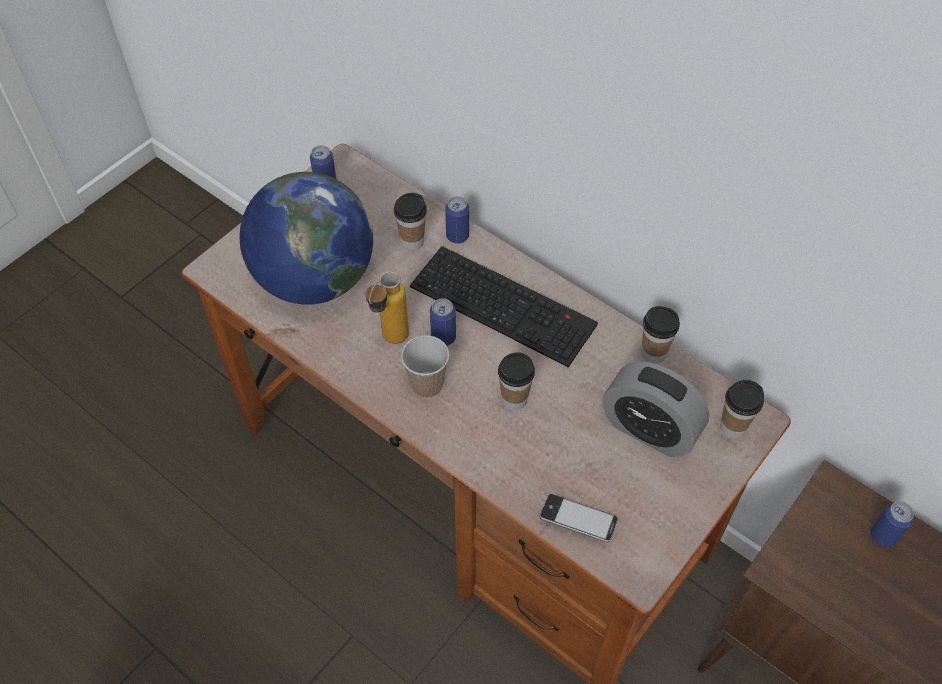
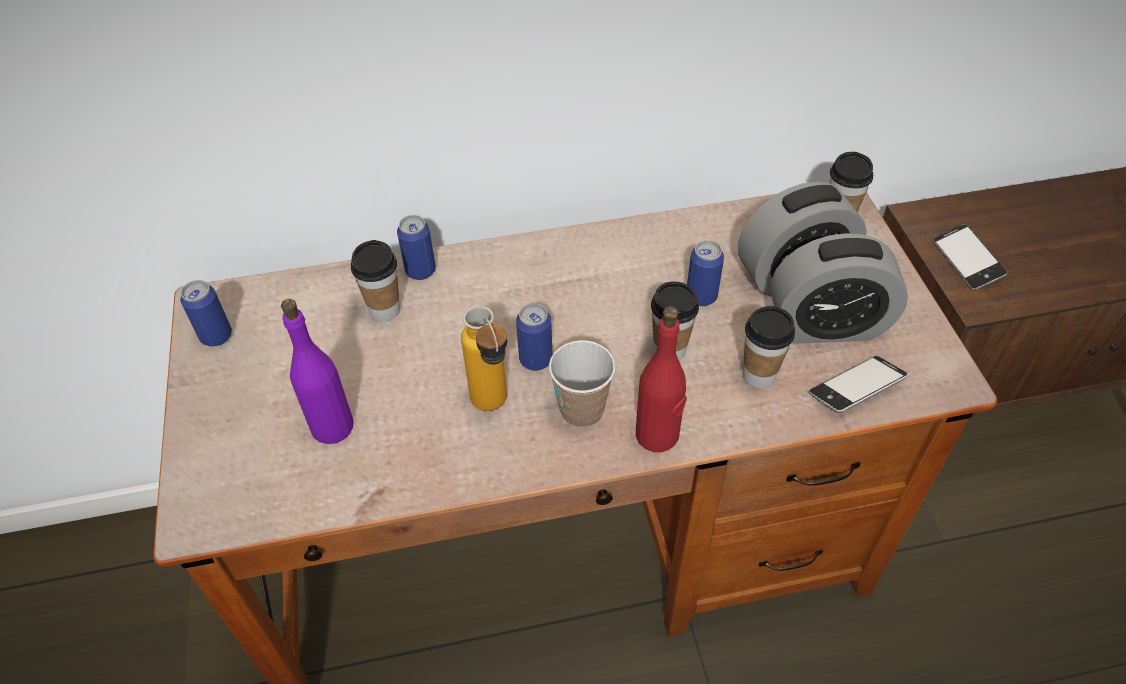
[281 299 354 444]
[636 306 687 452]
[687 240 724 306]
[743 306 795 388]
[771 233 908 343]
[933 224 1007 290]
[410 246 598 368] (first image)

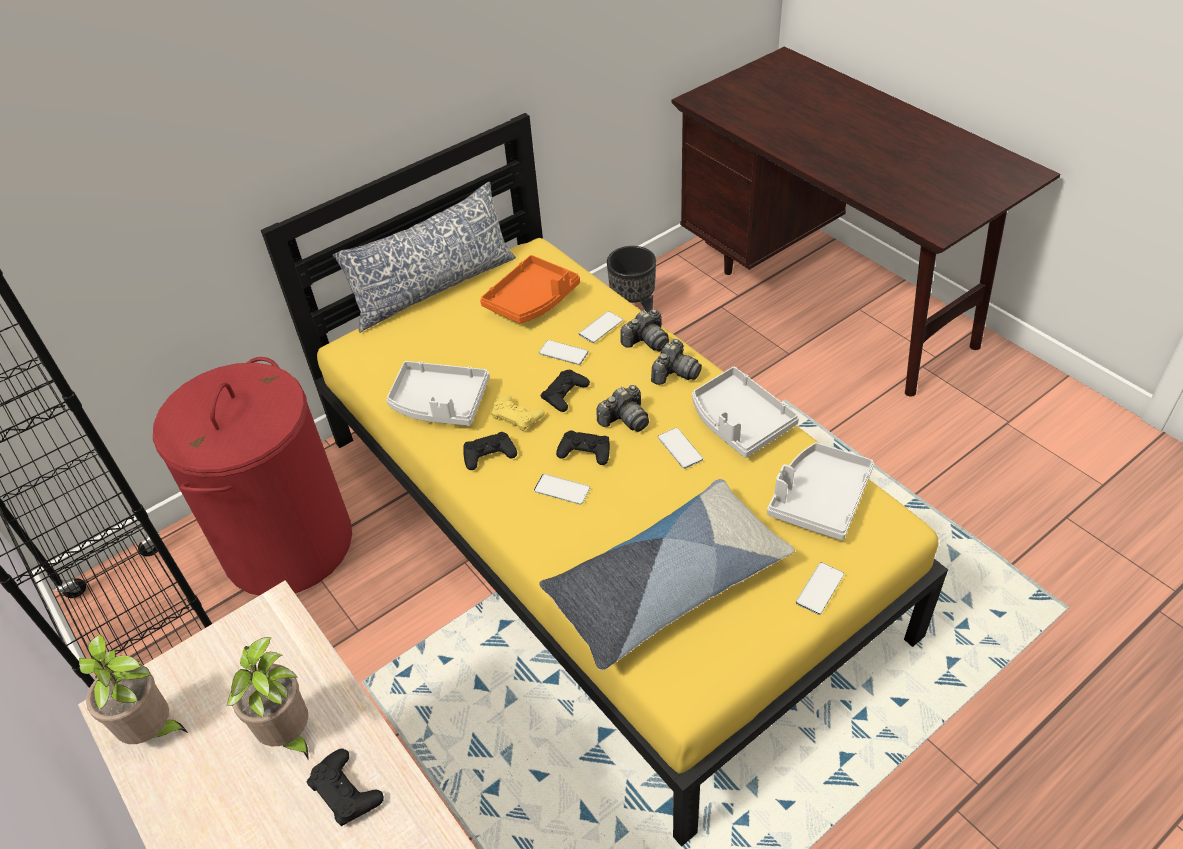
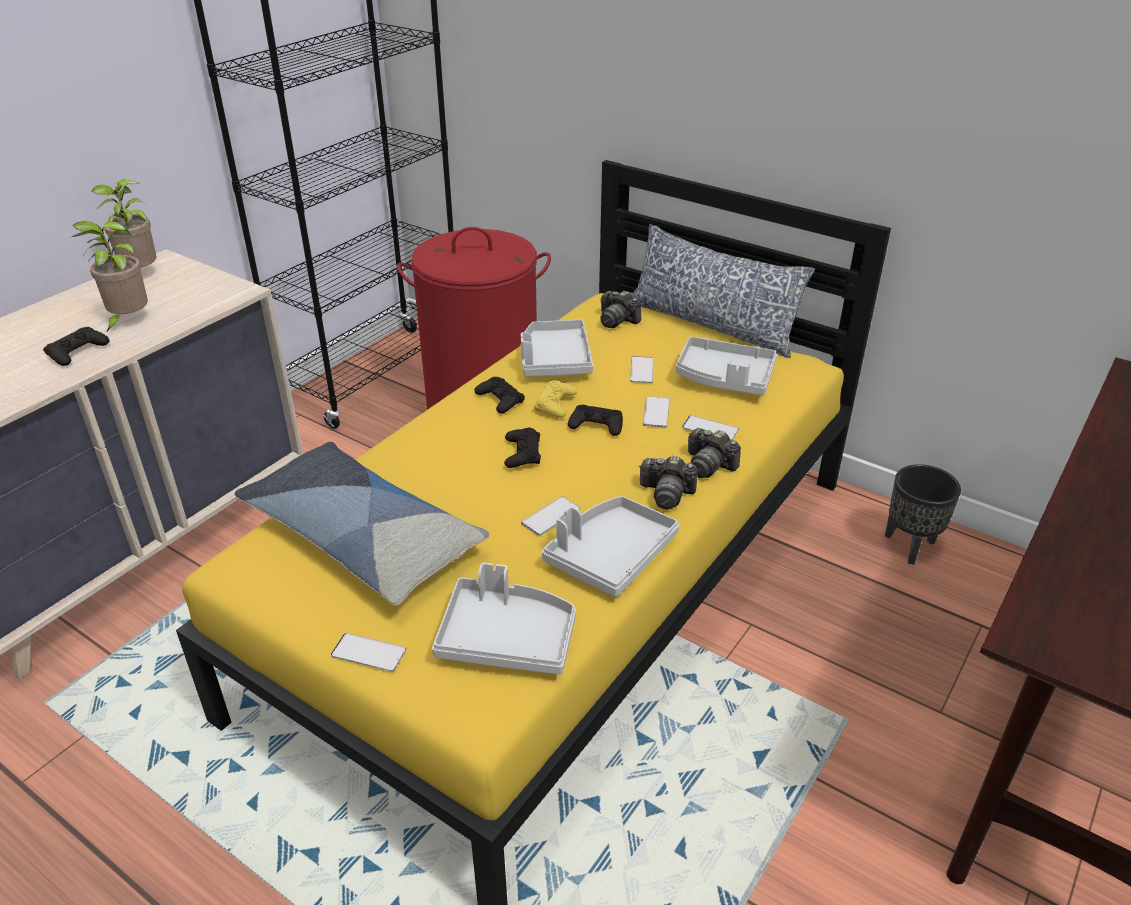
[600 290 641 328]
[630 356 653 383]
[676 336 777 396]

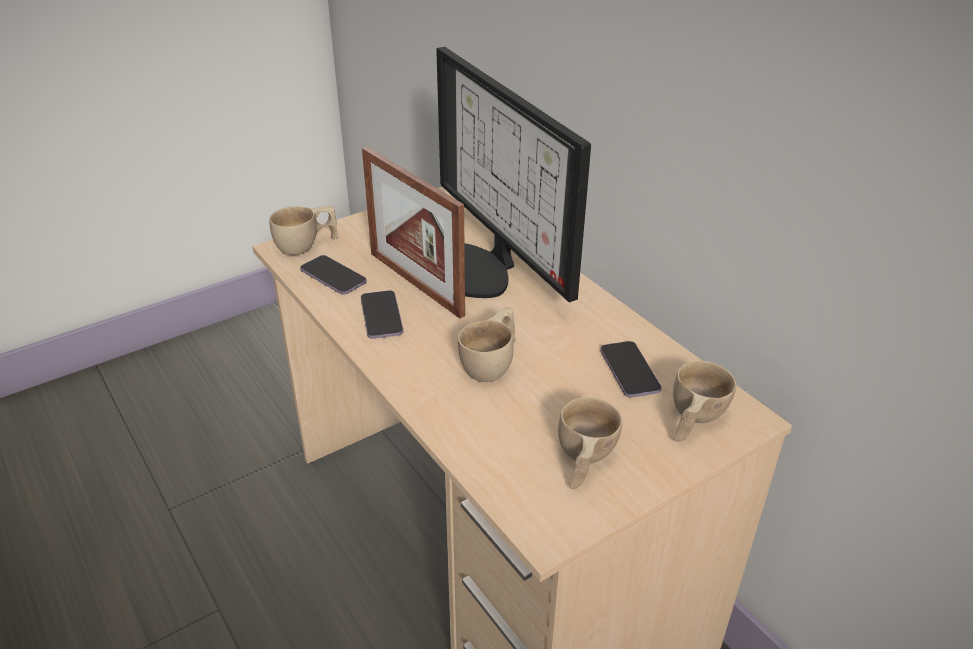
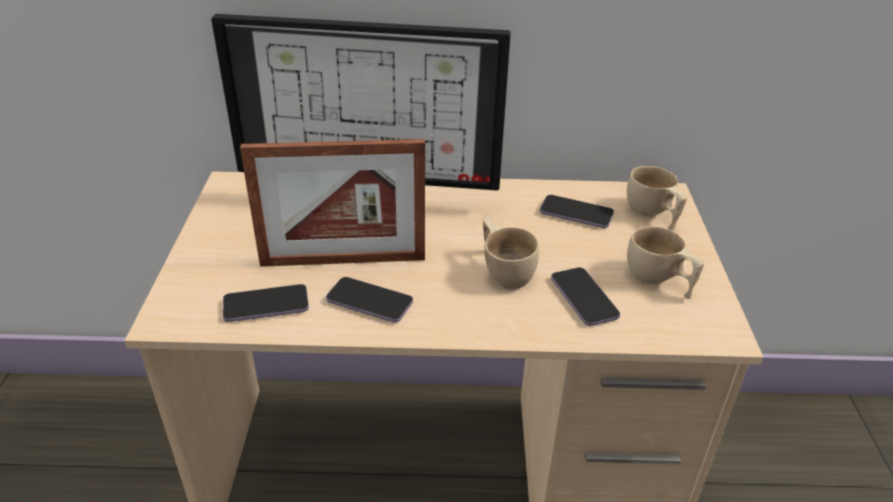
[551 267 620 326]
[269 205 339 255] (first image)

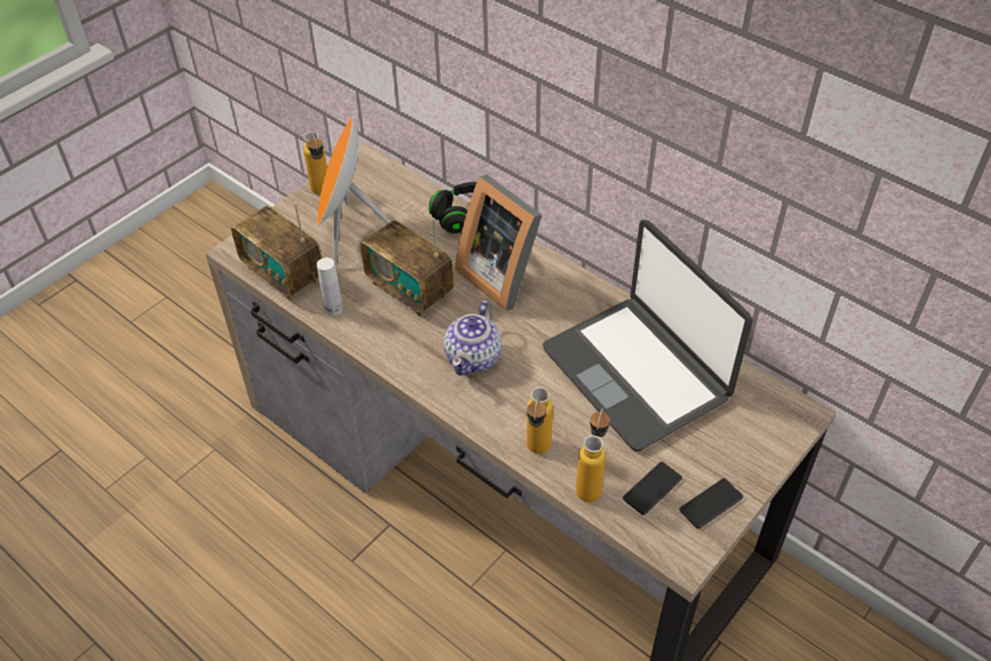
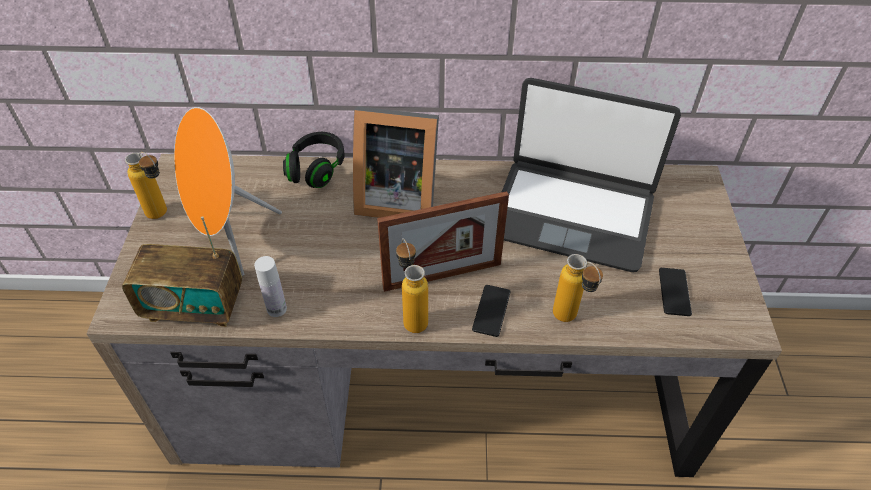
[377 191 509 292]
[396 238 428 333]
[472 285 510 337]
[360 218 455 317] (first image)

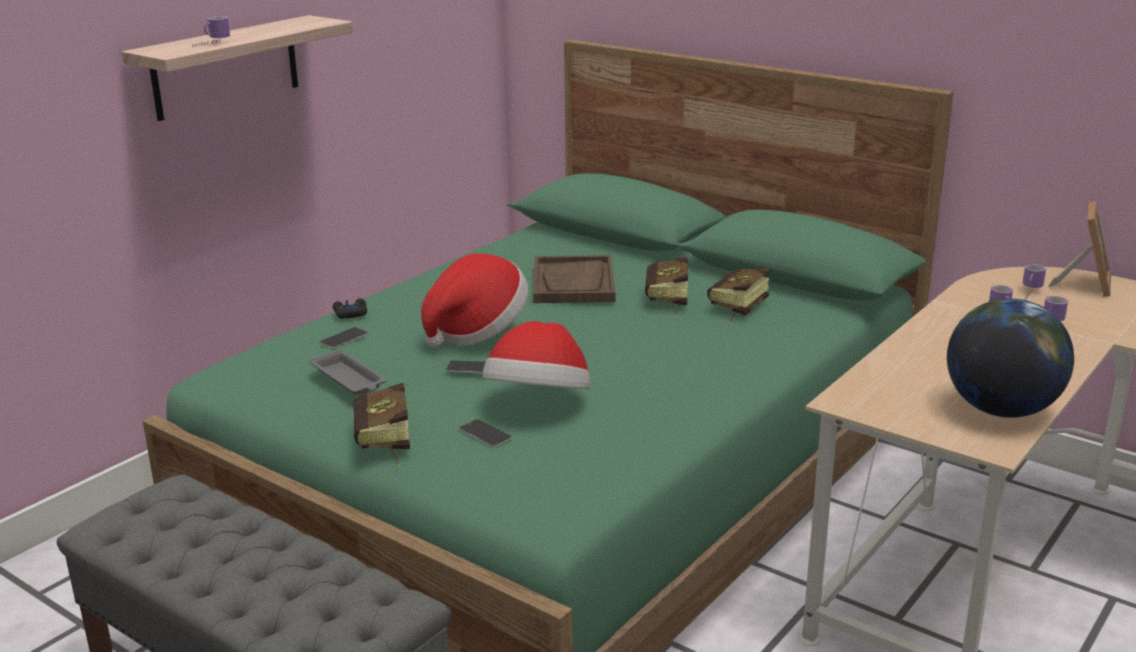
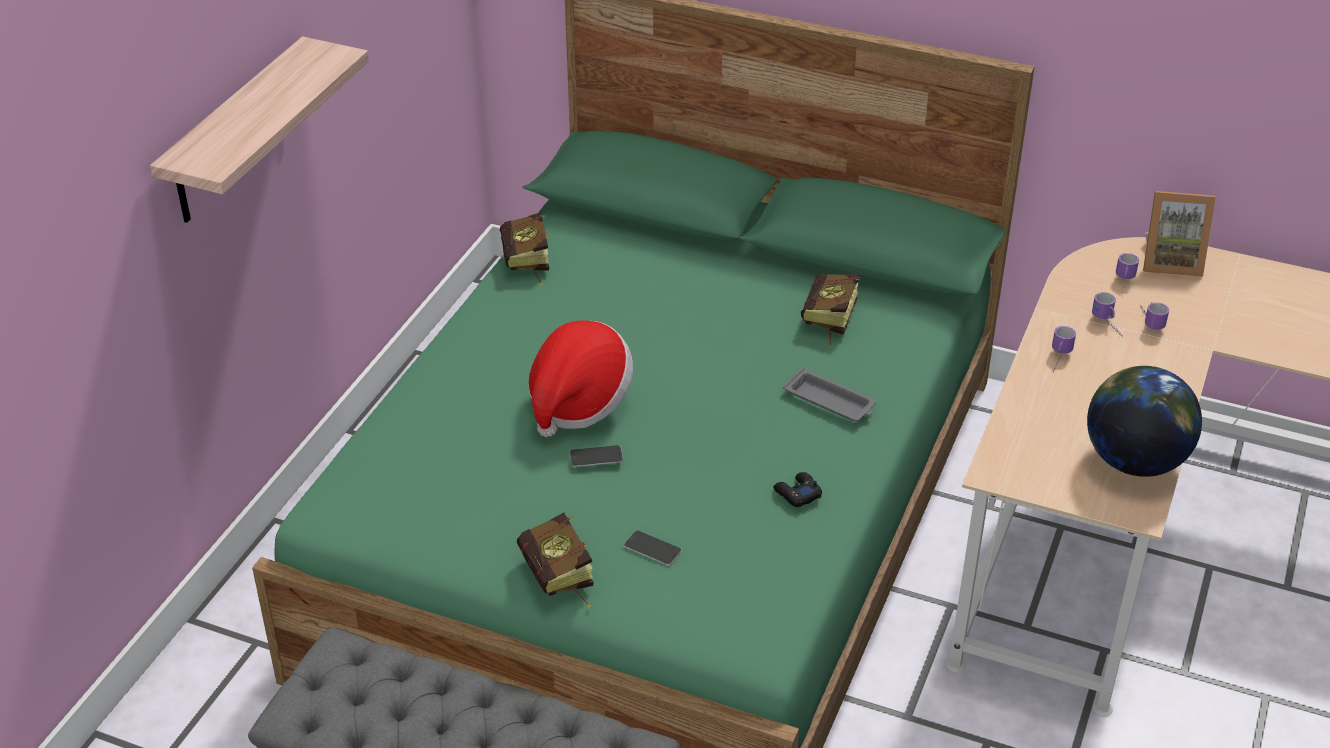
[500 212 549 286]
[773 472 822 507]
[783 368 876 421]
[1052 326 1076 372]
[1143 191 1216 277]
[319 327 369 349] (first image)
[482 321 590 389] (first image)
[533 255 615 303] (first image)

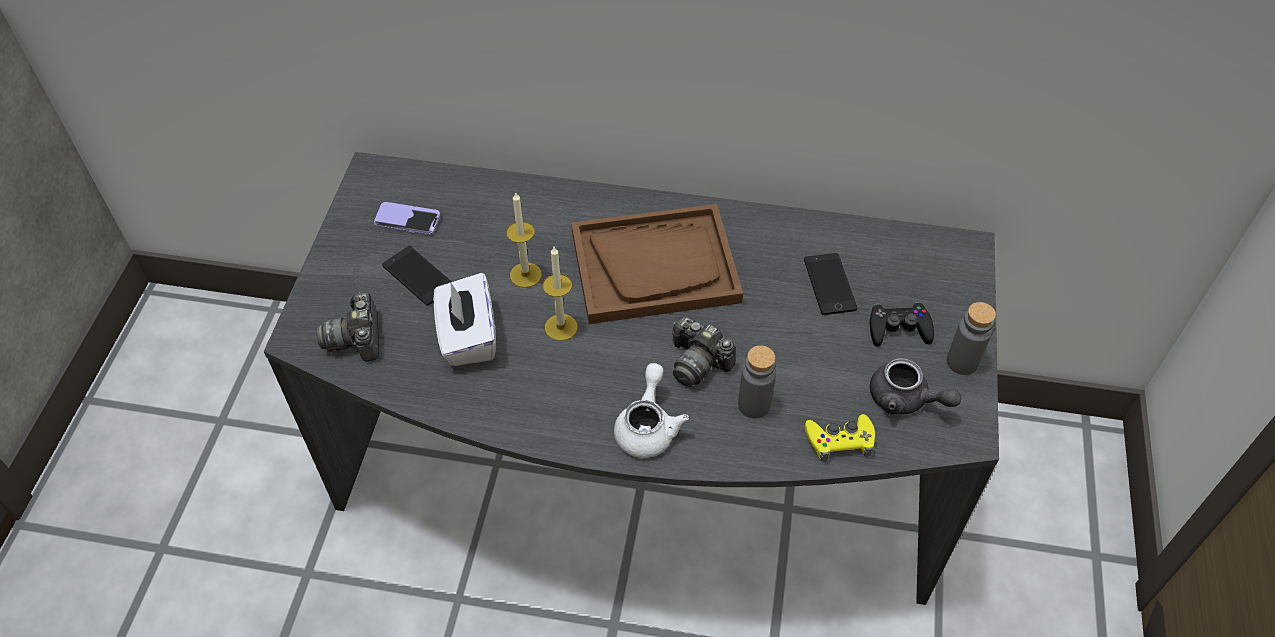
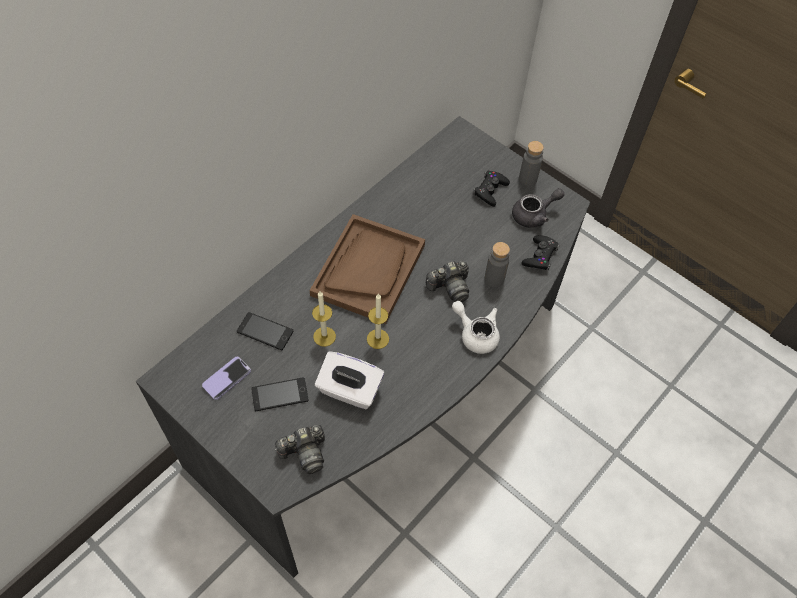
[237 312 293 350]
[275 425 325 474]
[521 235 560 270]

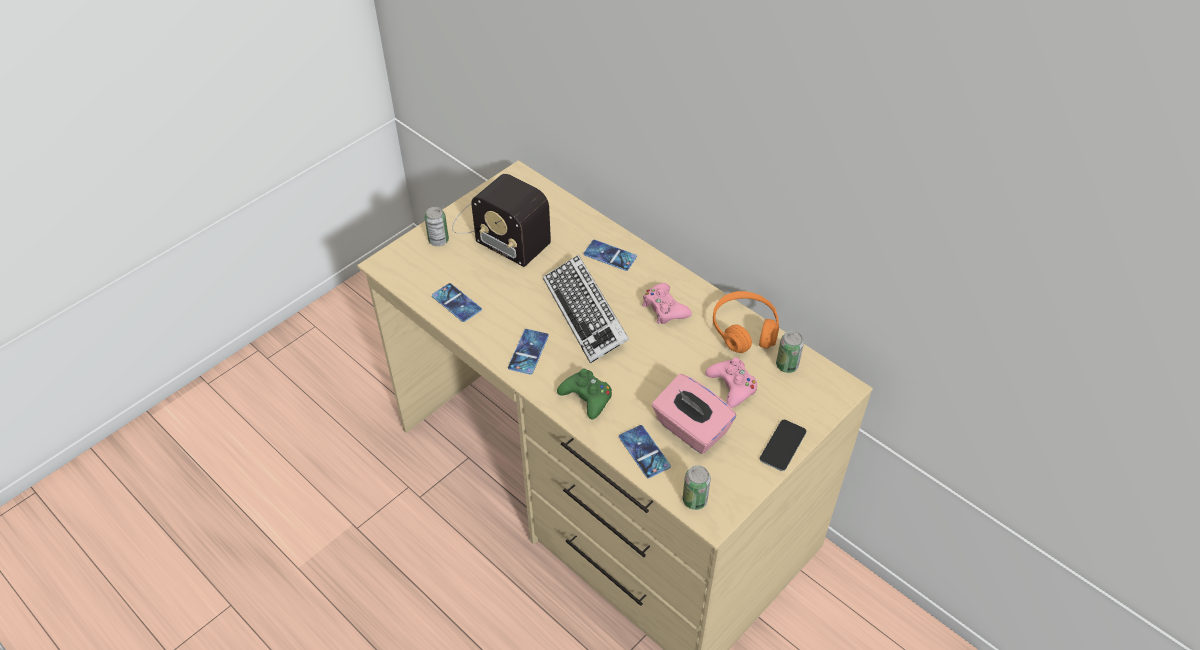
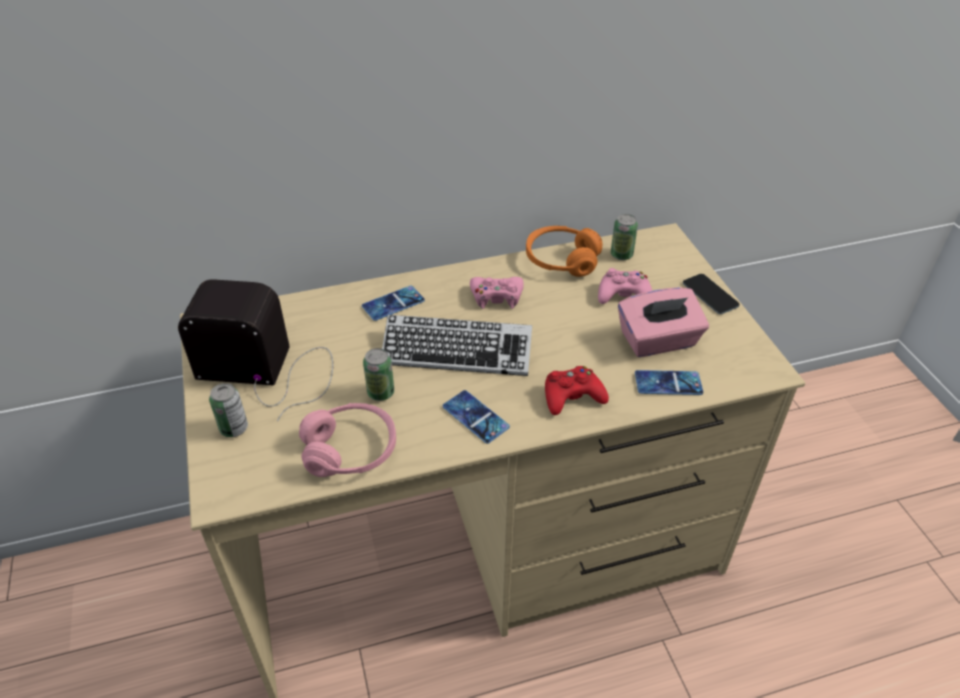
[178 279 333 422]
[299 403 396 477]
[363 348 394 401]
[545 366 609 415]

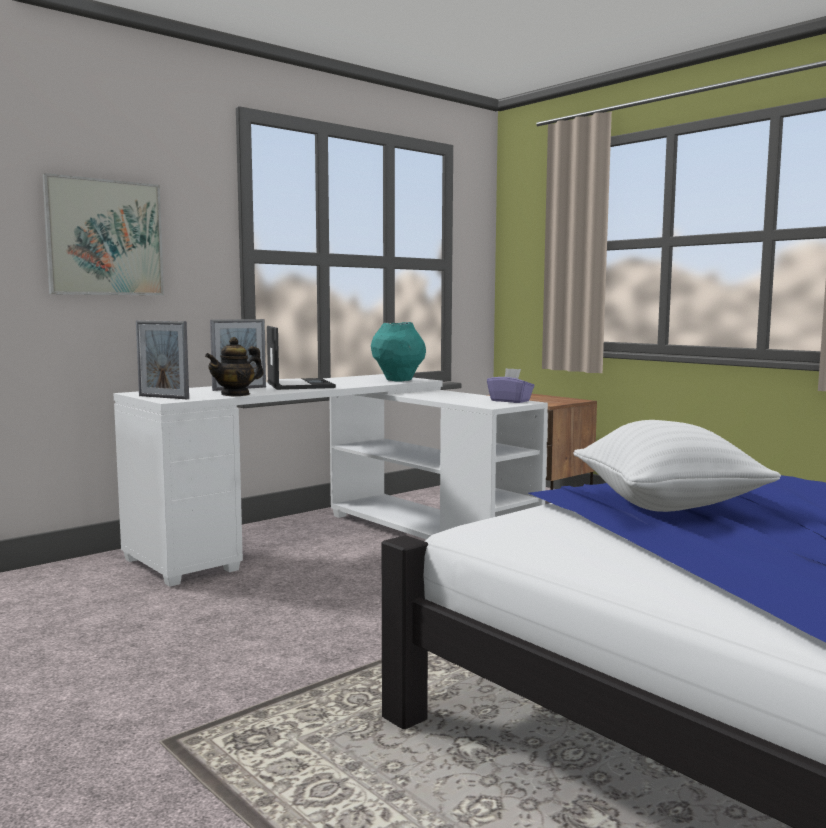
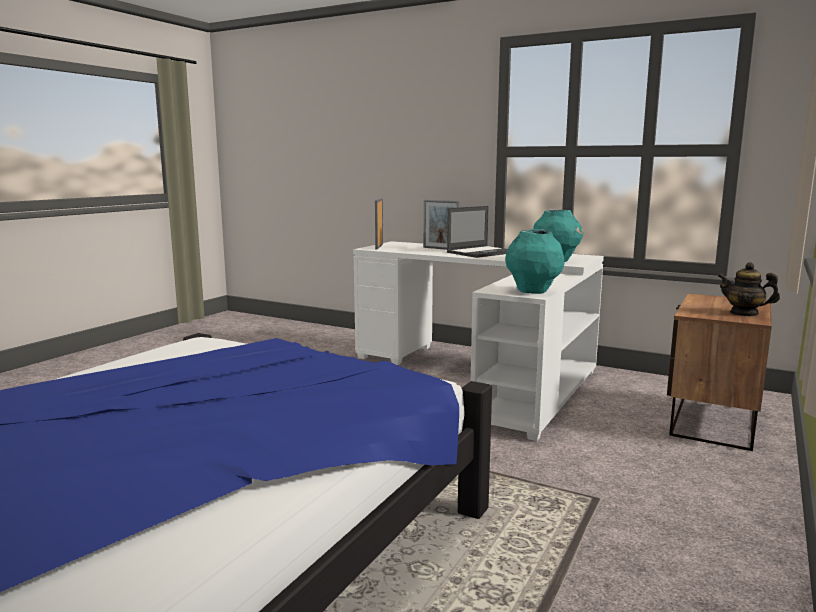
[505 229 565 294]
[718 262 780 316]
[42 173 164 295] (first image)
[573 420 781 512] (first image)

